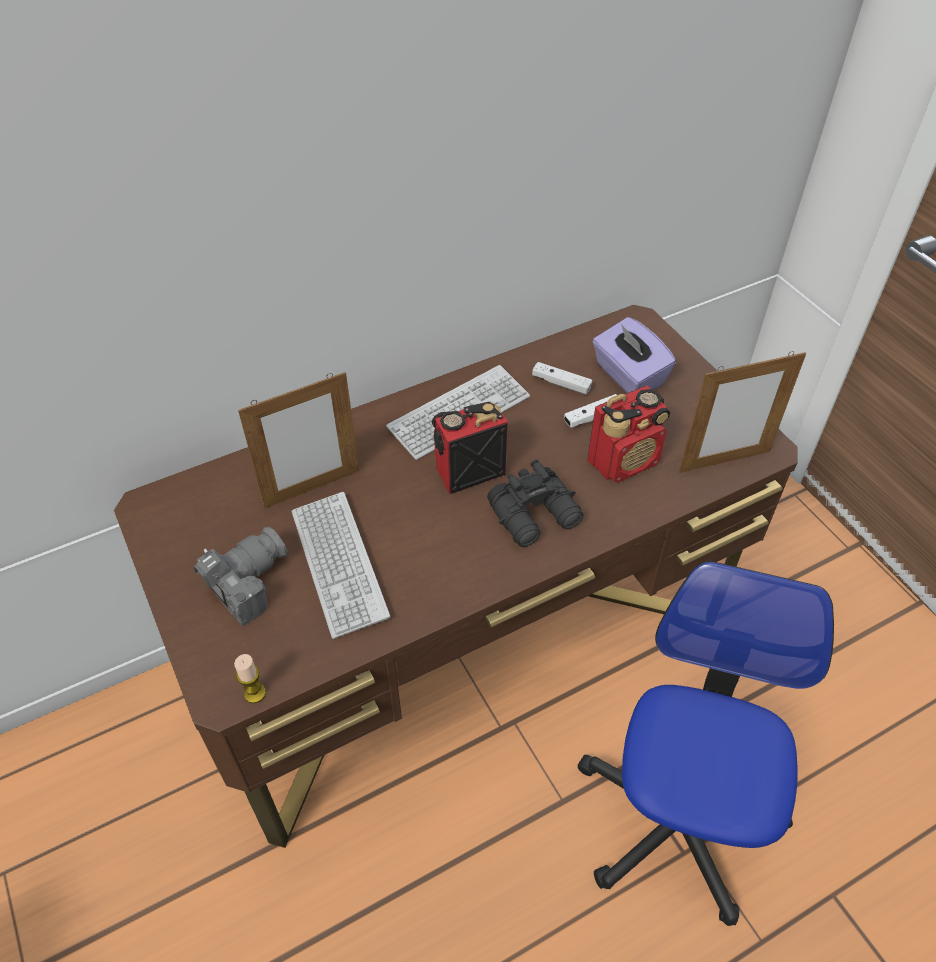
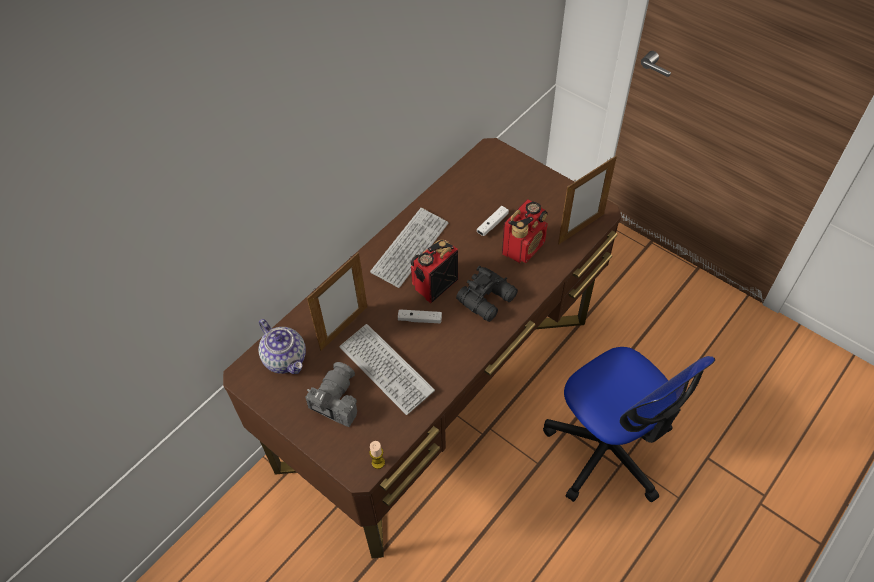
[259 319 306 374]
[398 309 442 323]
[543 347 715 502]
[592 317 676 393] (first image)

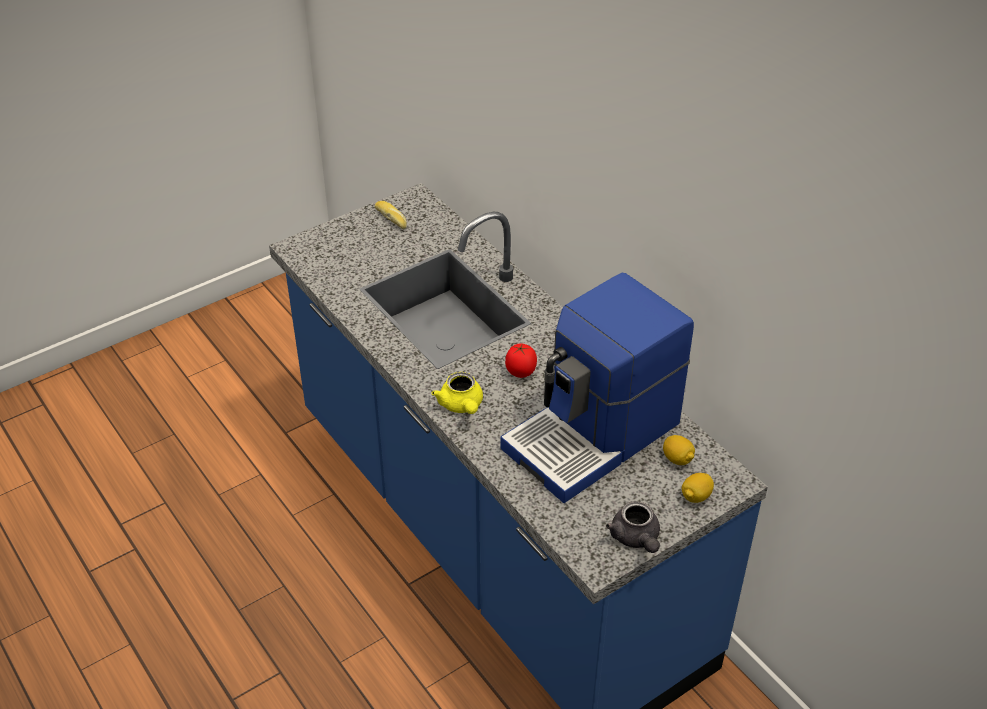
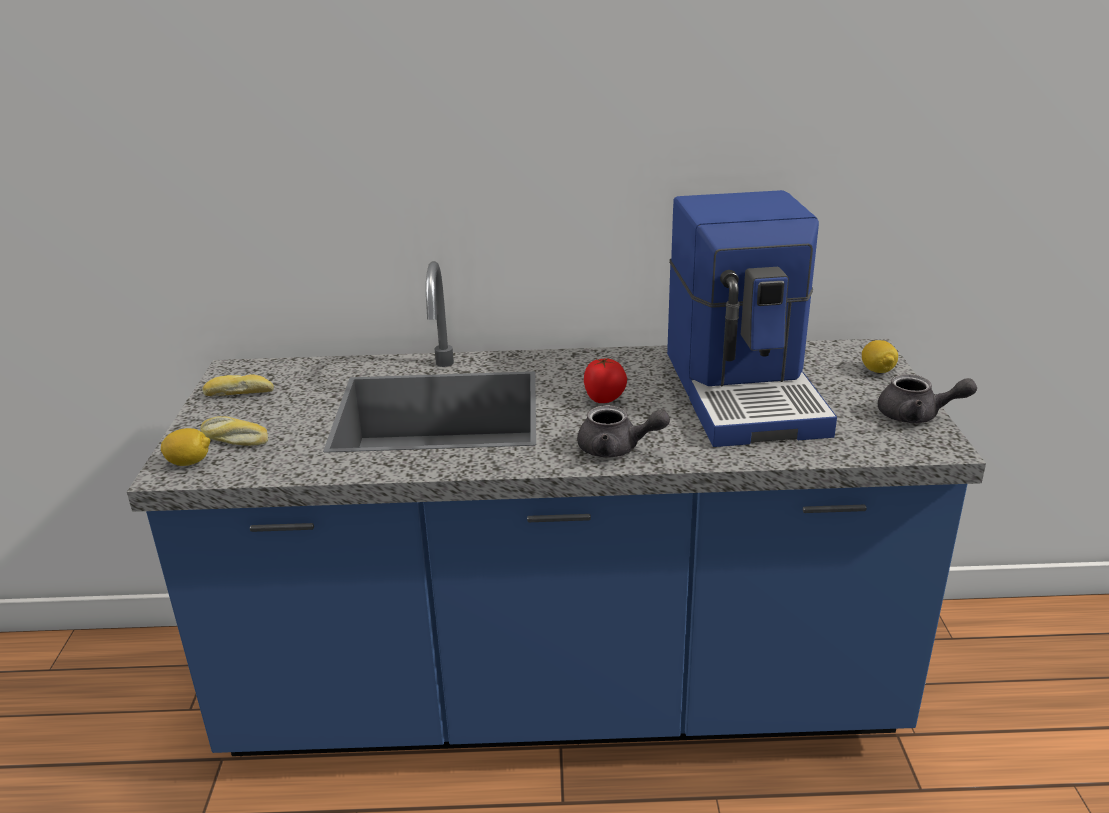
[161 428 210 466]
[200 416 268 446]
[577 405 670 457]

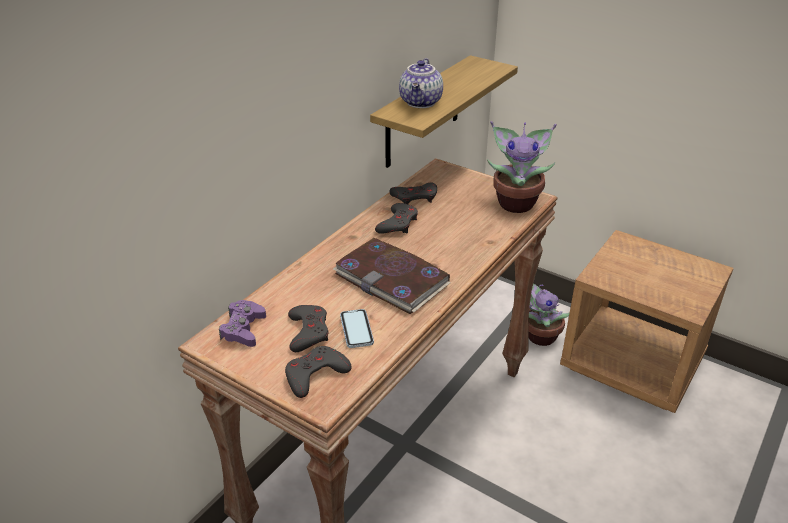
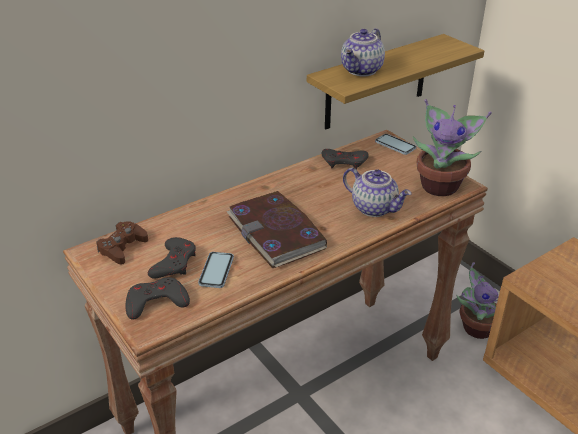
[96 221 148 264]
[343 168 411 217]
[375 134 416 155]
[375 203 418 234] (first image)

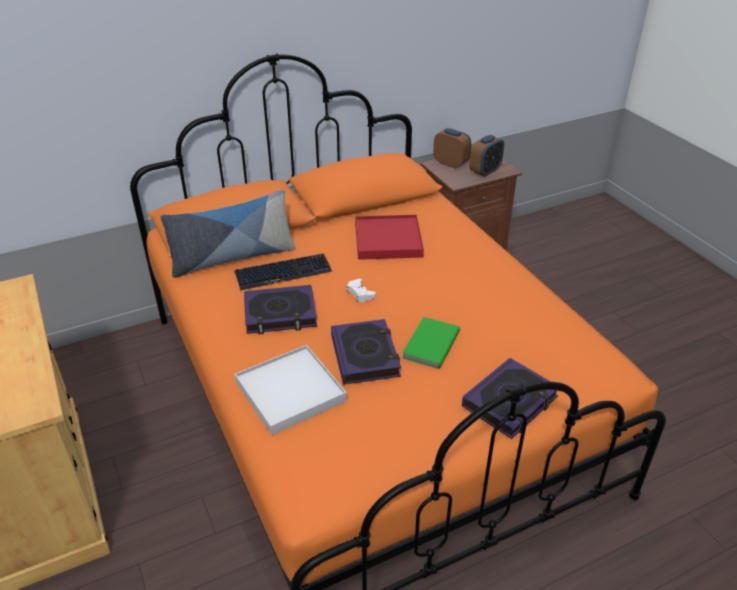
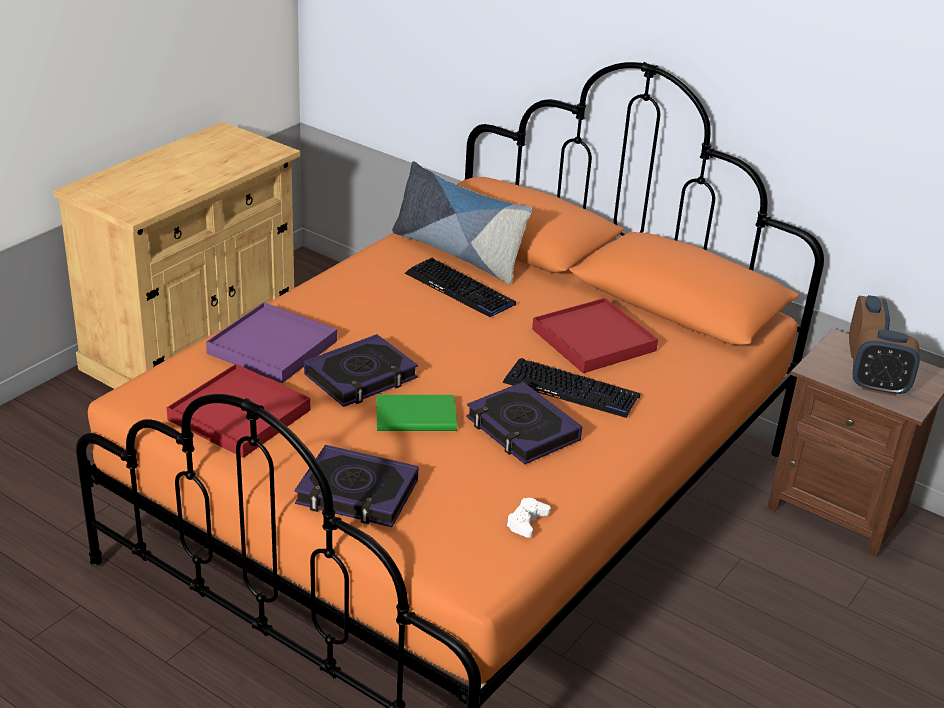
[166 364 310 458]
[206 302 337 383]
[466 382 582 464]
[503 358 640 418]
[506 498 551 538]

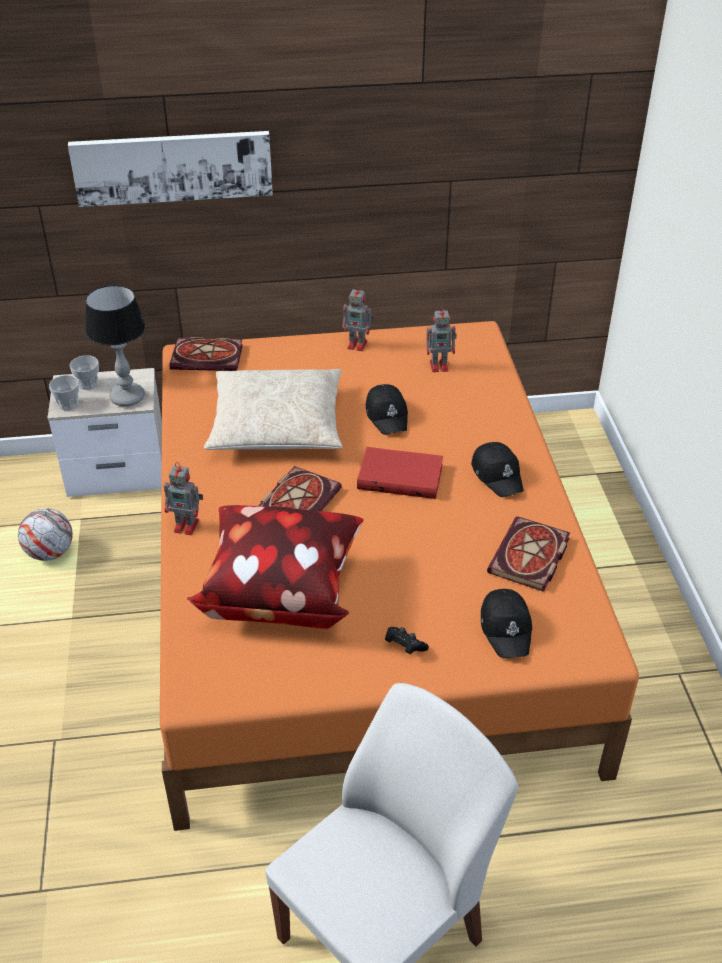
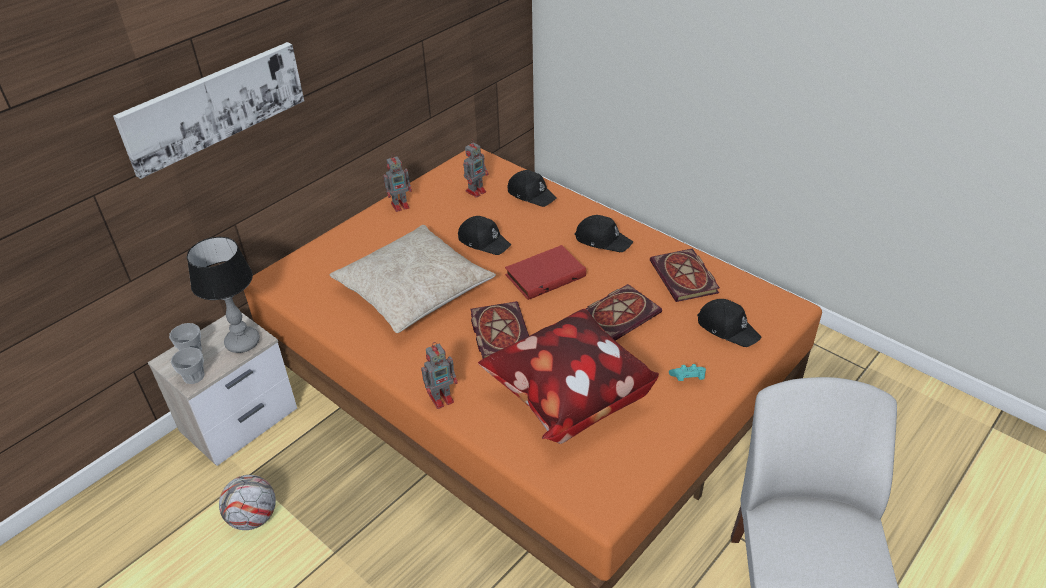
[507 170 557 207]
[586 284 662 341]
[669 364 706 381]

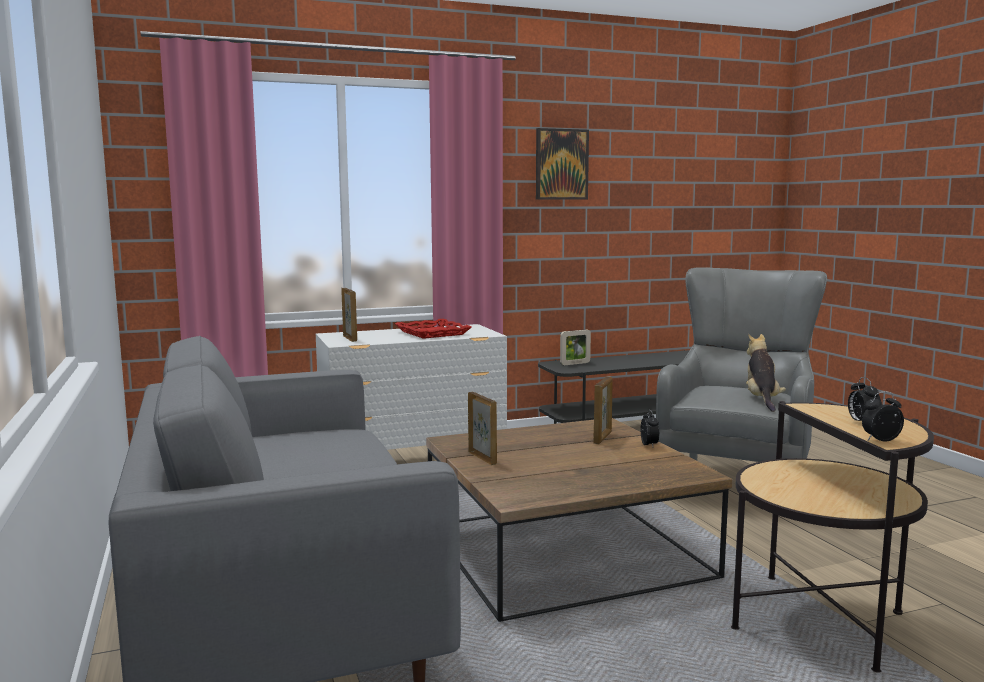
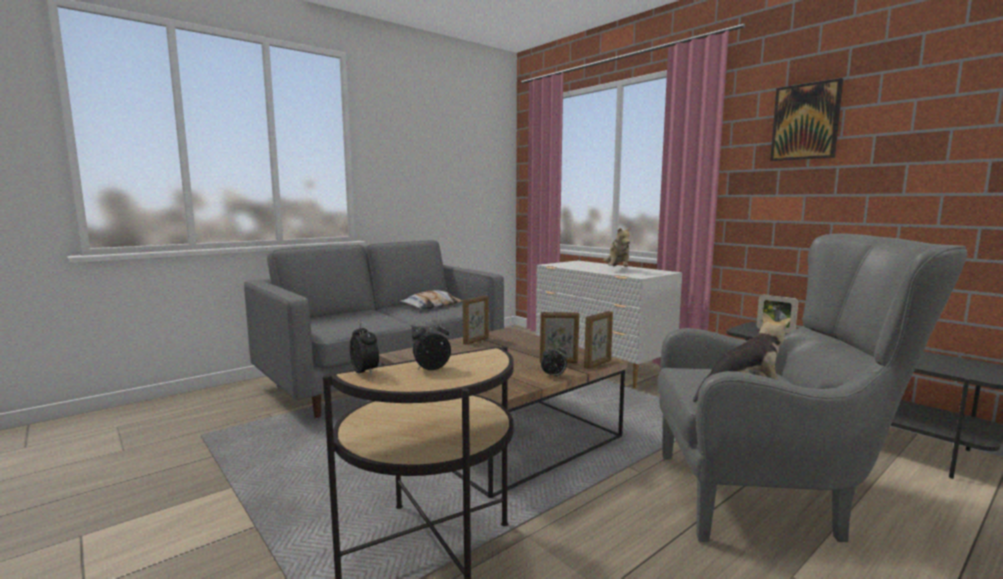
[400 290 462 309]
[584 311 613 369]
[603 226 631 267]

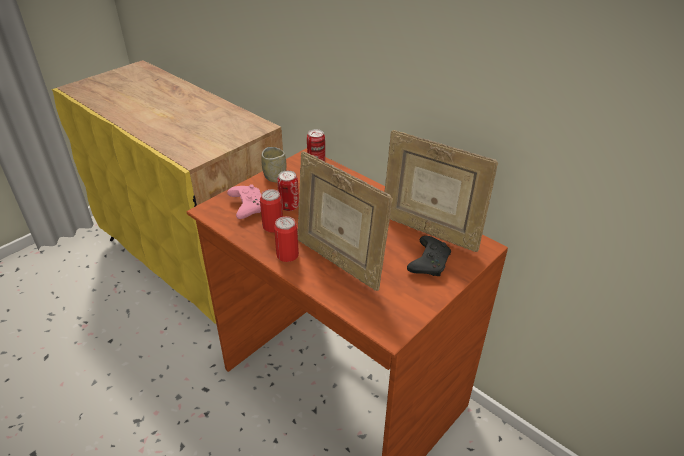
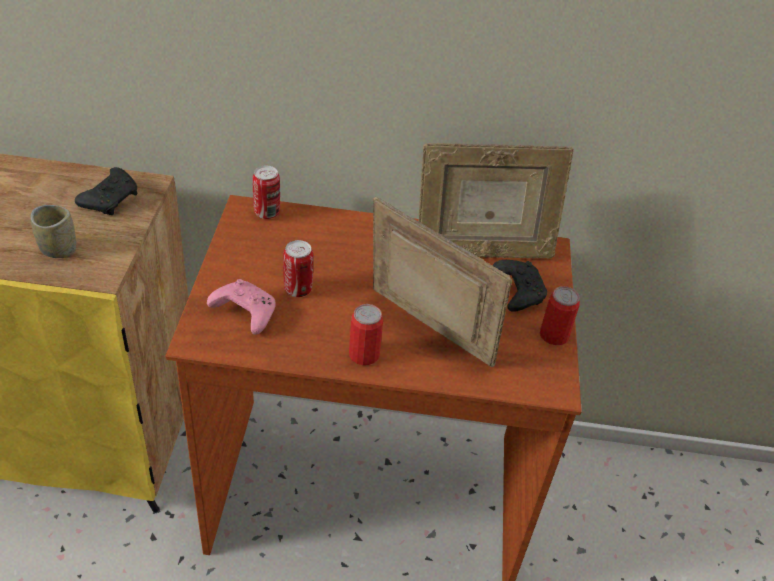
[30 205 76 258]
[75 167 137 215]
[373 197 512 367]
[540 286 580 345]

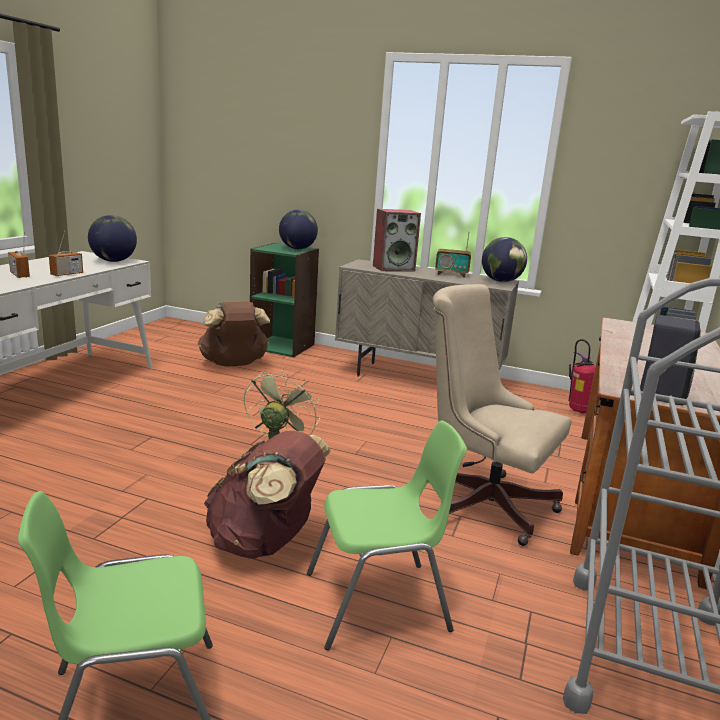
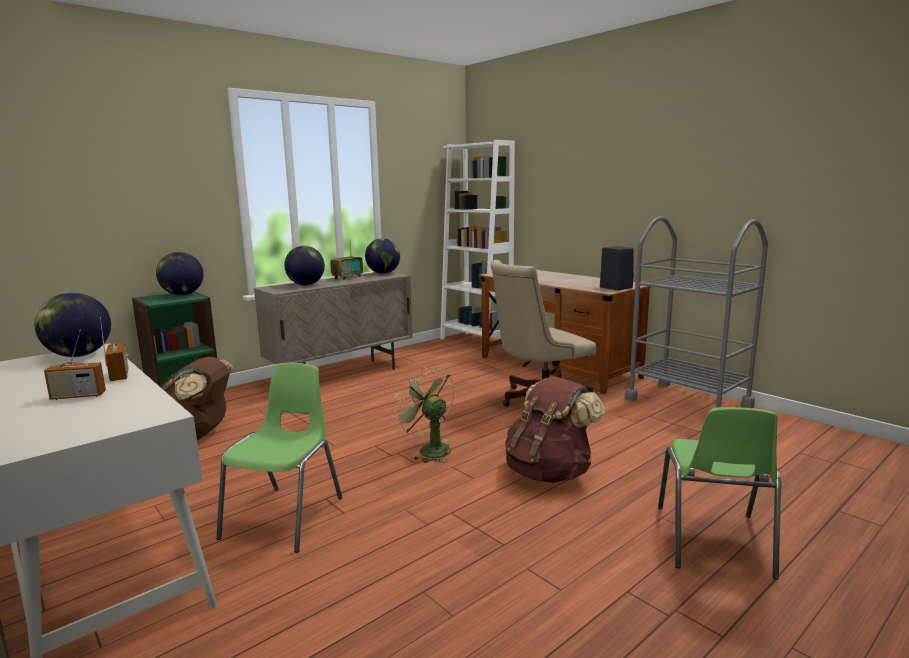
[216 363 342 553]
[284 246 325 285]
[569 339 596 413] (first image)

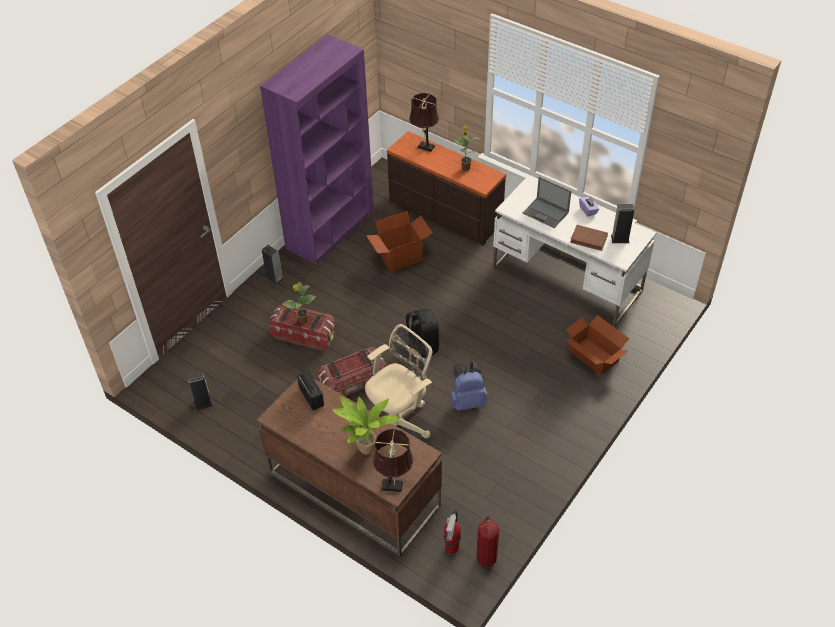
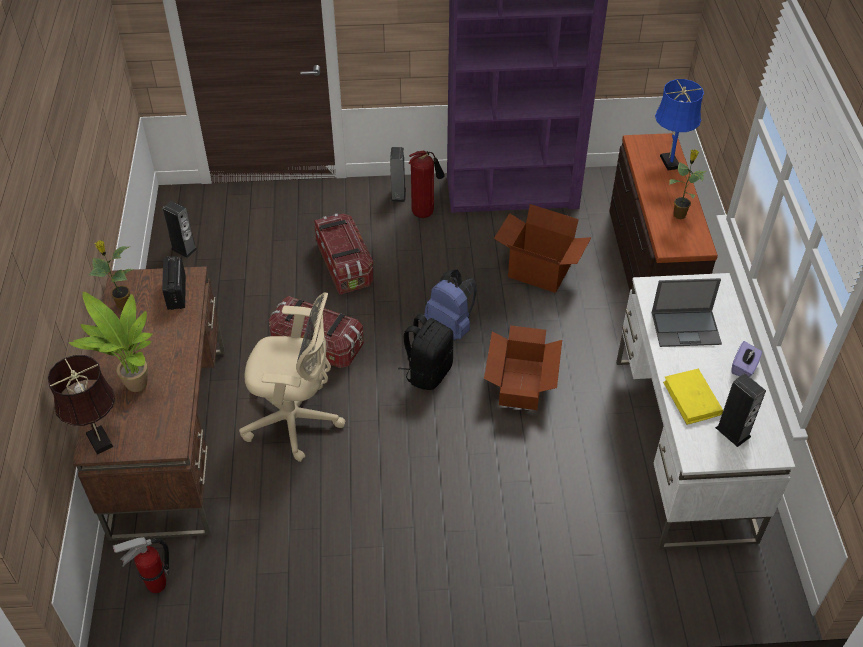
[89 240 134 310]
[162 256 186 310]
[409 150 445 218]
[424 270 477 340]
[484 325 562 410]
[652 278 722 347]
[655 79 704 170]
[663 369 723 425]

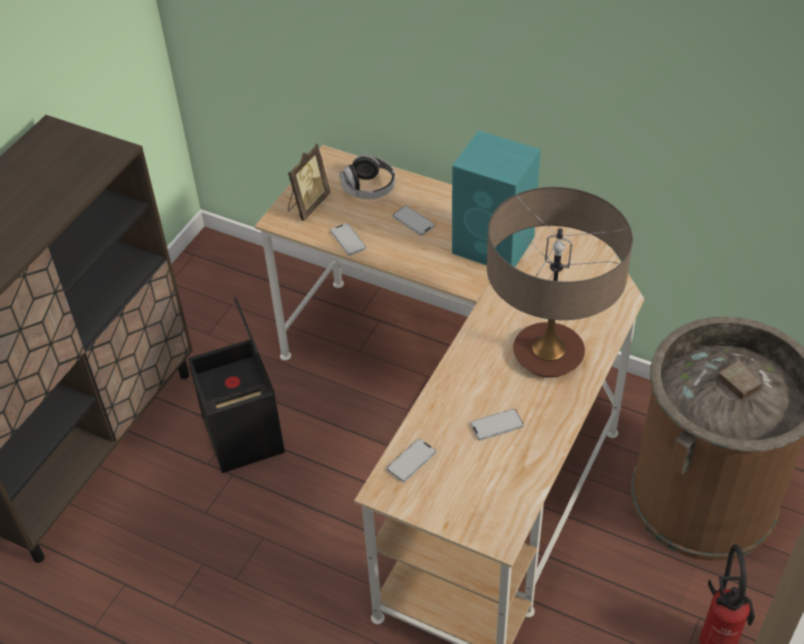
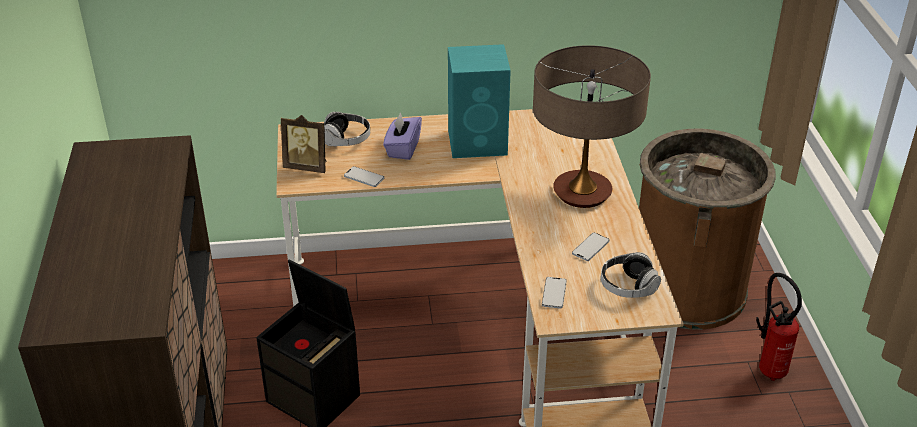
[281 115 326 173]
[383 112 422 160]
[601 252 661 298]

